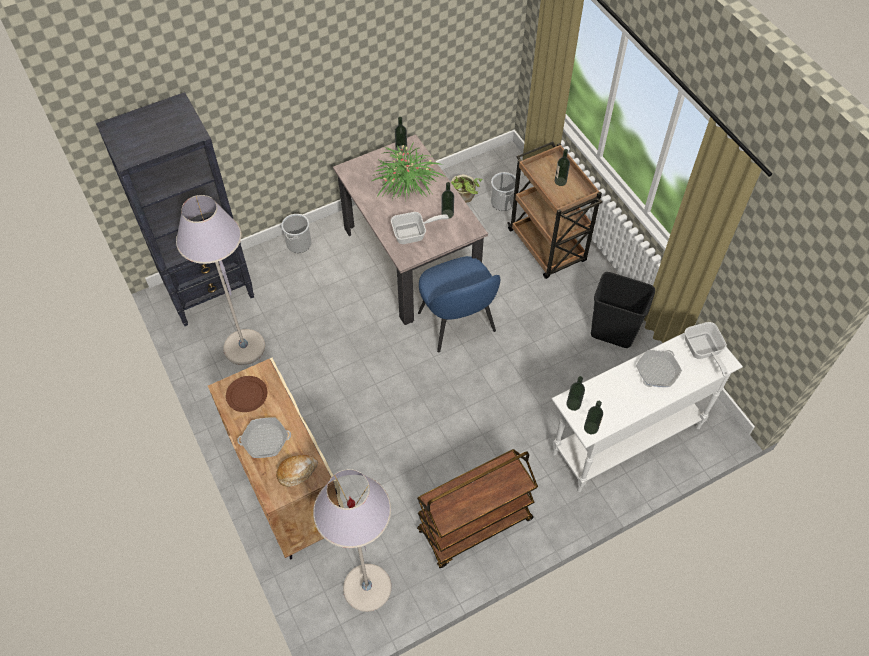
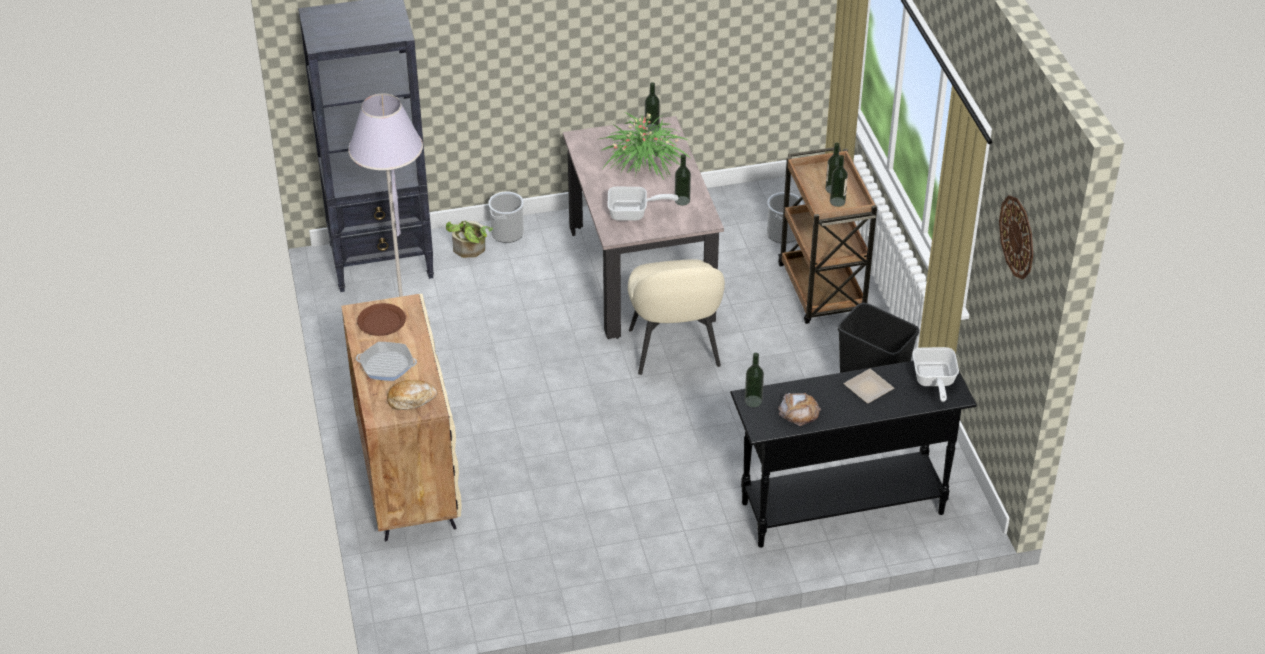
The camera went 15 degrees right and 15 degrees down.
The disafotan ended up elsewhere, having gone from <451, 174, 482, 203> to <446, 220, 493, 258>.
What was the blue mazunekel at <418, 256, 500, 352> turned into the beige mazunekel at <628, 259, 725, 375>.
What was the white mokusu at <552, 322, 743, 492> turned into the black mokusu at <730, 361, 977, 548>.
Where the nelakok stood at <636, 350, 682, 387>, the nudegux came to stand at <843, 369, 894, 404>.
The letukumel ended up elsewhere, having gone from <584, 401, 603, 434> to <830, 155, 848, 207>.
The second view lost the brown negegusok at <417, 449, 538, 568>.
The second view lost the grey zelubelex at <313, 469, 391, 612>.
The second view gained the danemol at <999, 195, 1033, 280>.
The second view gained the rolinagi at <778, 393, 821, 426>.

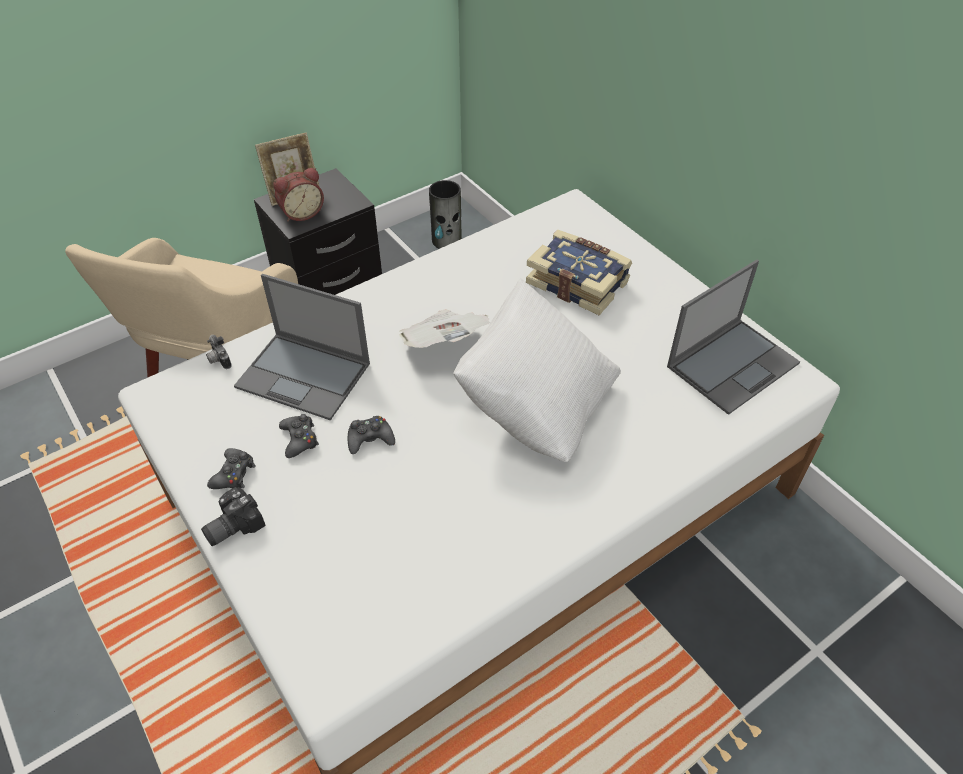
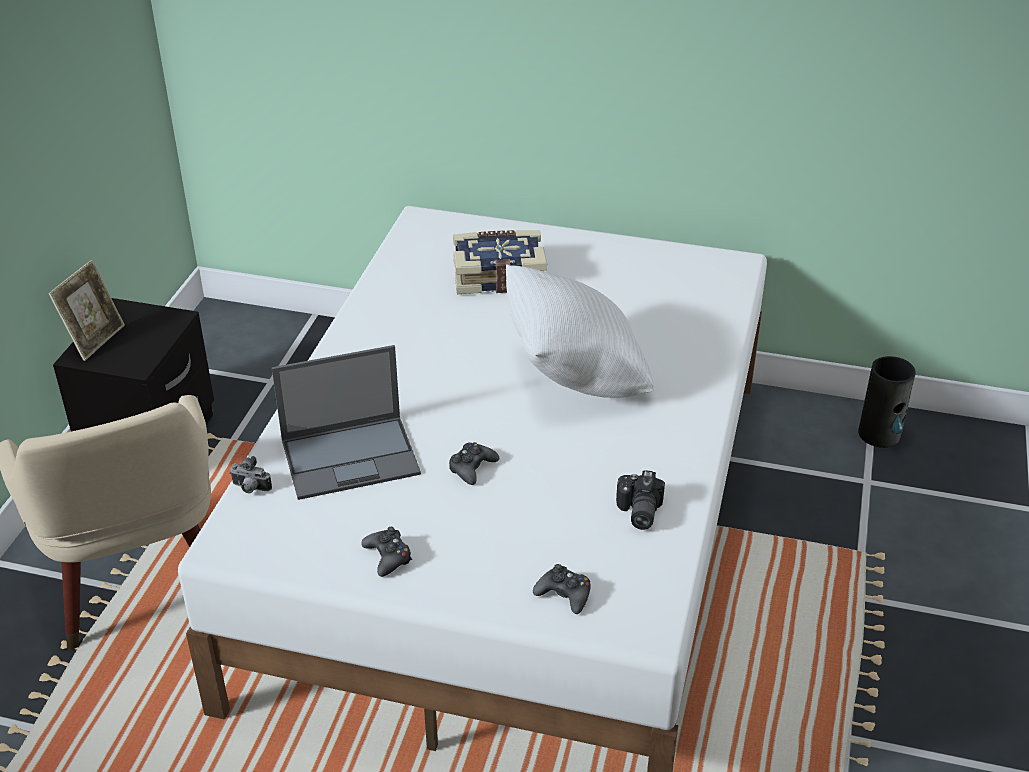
The camera went 40 degrees left and 10 degrees down.
The second view lost the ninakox at <273, 168, 324, 222>.
The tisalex ended up elsewhere, having gone from <429, 180, 462, 249> to <858, 356, 916, 448>.
The second view lost the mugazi at <667, 260, 800, 415>.
The second view lost the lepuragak at <399, 309, 490, 348>.
The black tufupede ended up elsewhere, having gone from <279, 414, 319, 458> to <533, 564, 591, 614>.
The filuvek ended up elsewhere, having gone from <201, 487, 266, 546> to <616, 470, 665, 530>.

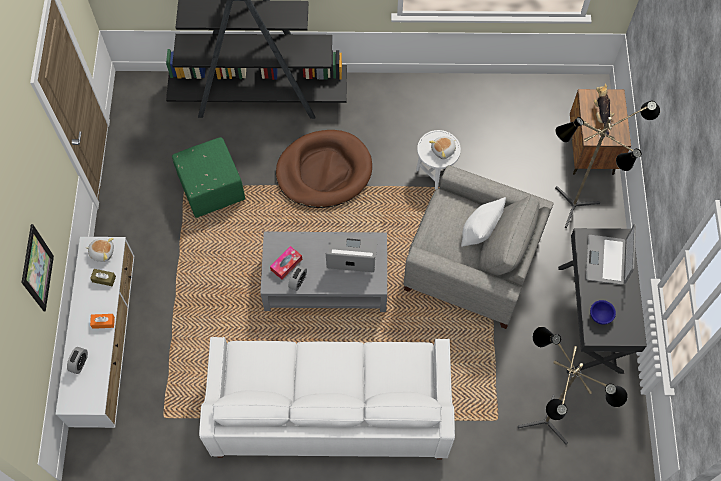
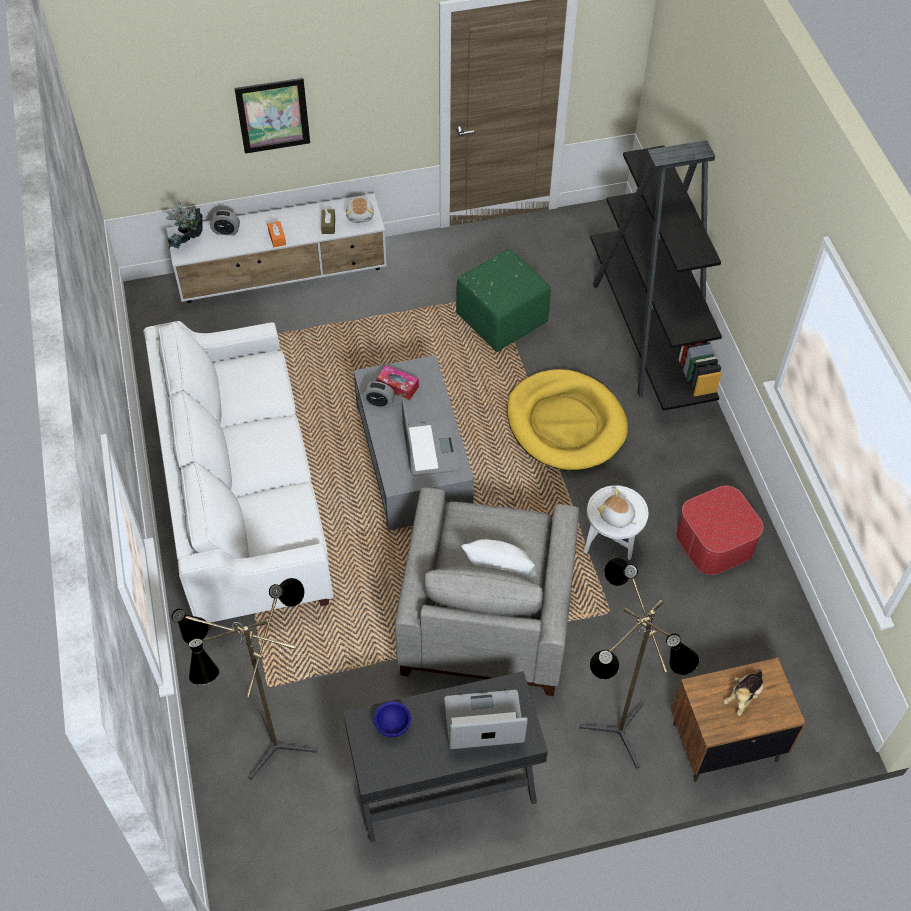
The camera went 75 degrees right and 10 degrees down.
The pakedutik at <594, 83, 614, 135> ended up facing another way, 150 degrees clockwise from before.
What was the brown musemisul at <276, 130, 372, 208> turned into the yellow musemisul at <507, 369, 628, 470>.
The second view gained the disafotan at <165, 202, 203, 249>.
The second view gained the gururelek at <676, 485, 764, 575>.

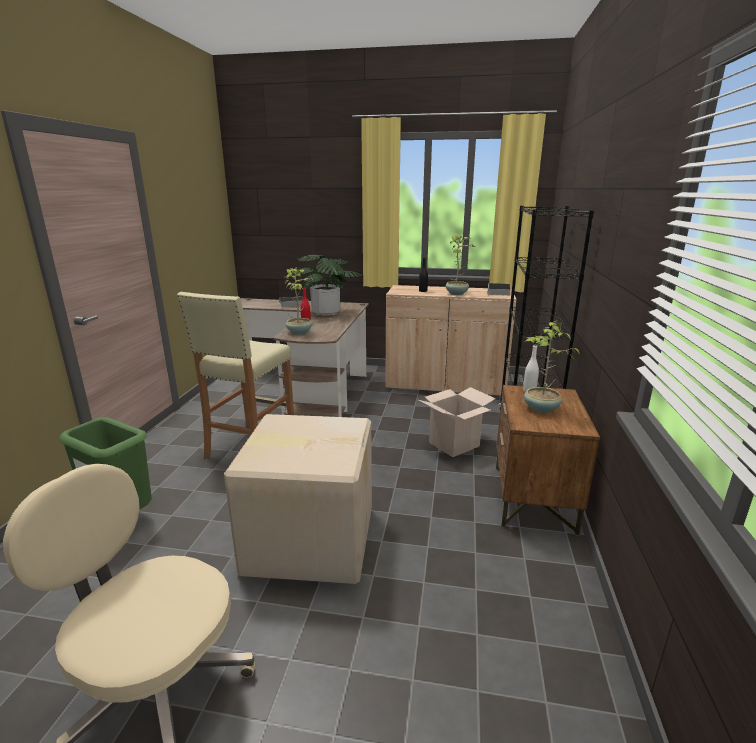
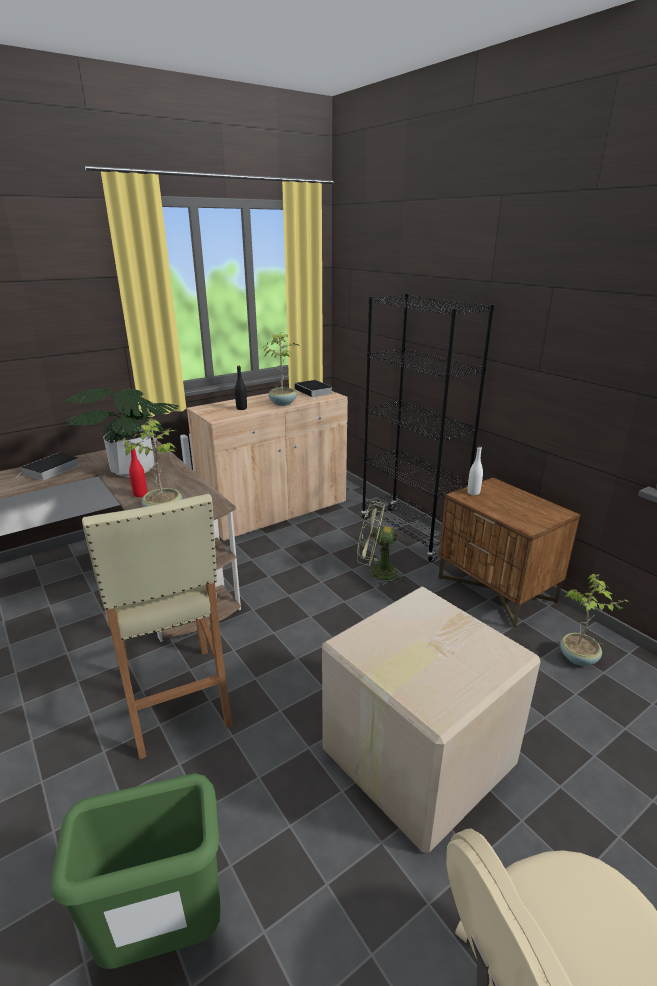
The camera went 45 degrees left and 5 degrees up.
The disafotan ended up elsewhere, having gone from <524, 320, 580, 413> to <560, 574, 628, 666>.
Where the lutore stood at <419, 387, 496, 457>, the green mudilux came to stand at <357, 501, 406, 586>.

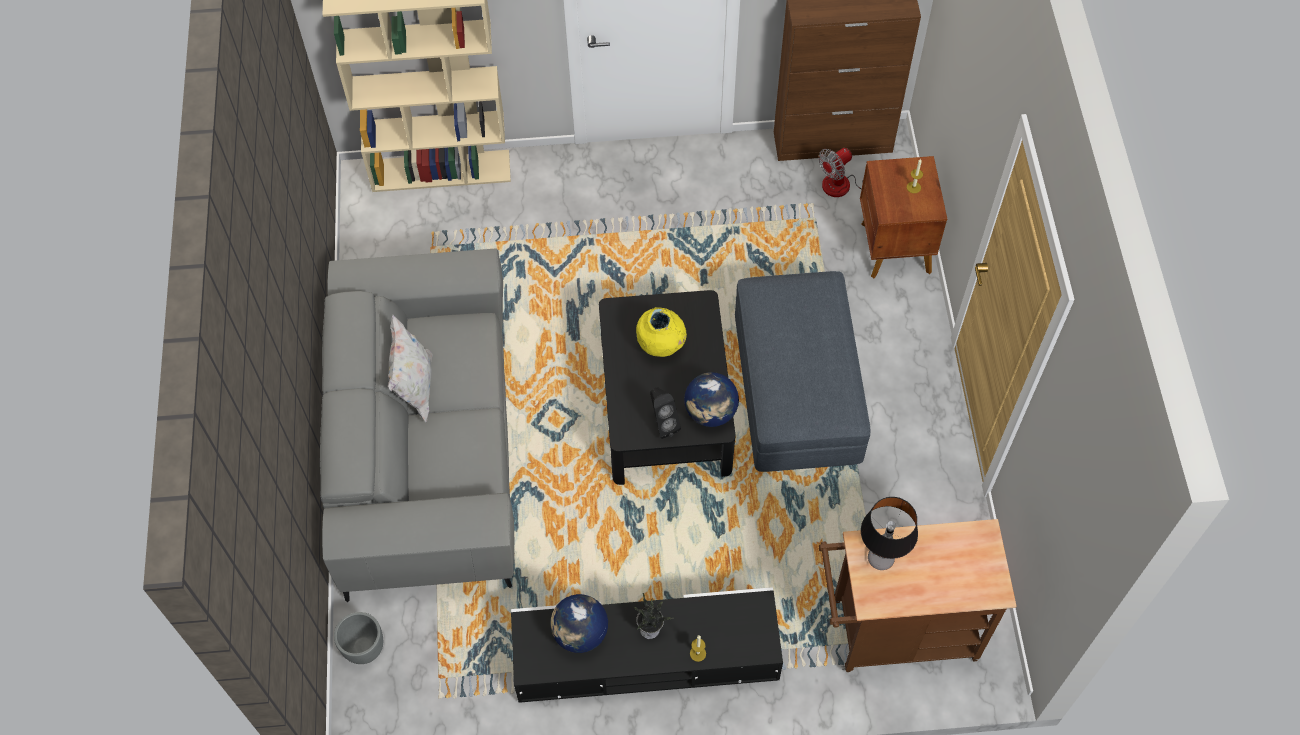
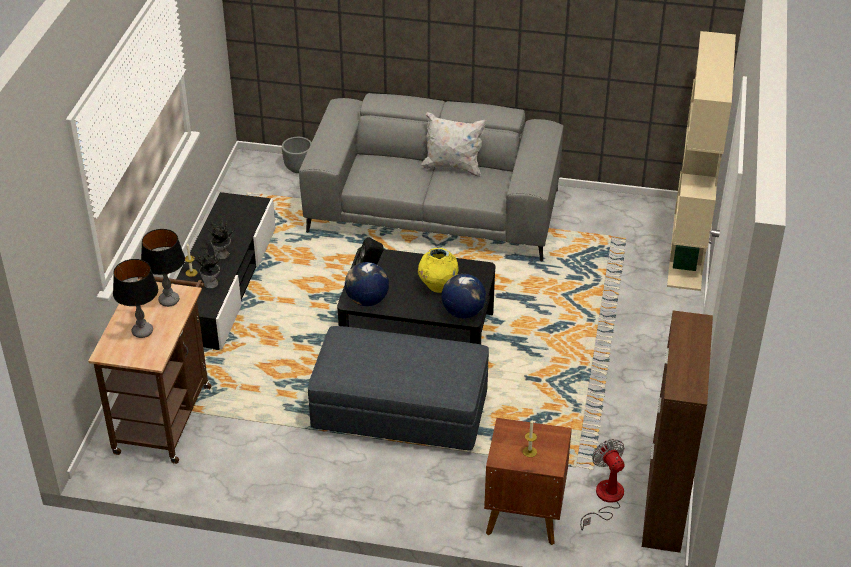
The camera went 105 degrees right and 20 degrees down.
The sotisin ended up elsewhere, having gone from <550, 594, 608, 653> to <441, 274, 486, 318>.
The second view gained the disafotan at <192, 246, 220, 289>.
The second view gained the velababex at <113, 259, 158, 338>.

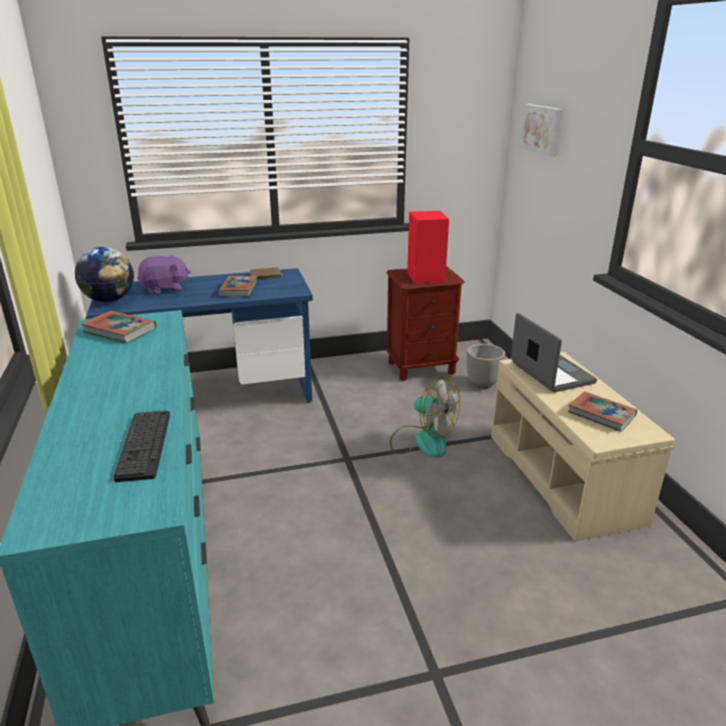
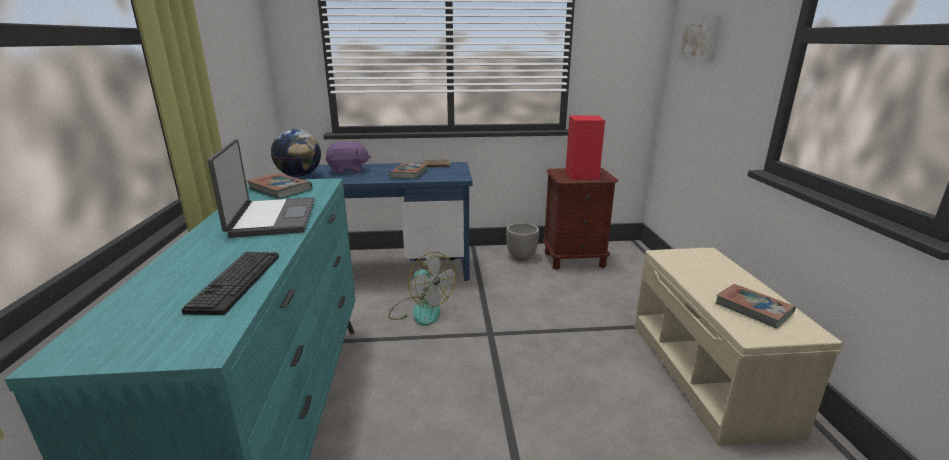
The camera went 10 degrees right and 5 degrees down.
The mugazi ended up elsewhere, having gone from <511, 313, 597, 392> to <208, 139, 315, 238>.
The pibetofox ended up elsewhere, having gone from <466, 344, 505, 389> to <506, 223, 539, 261>.
The mudilux ended up elsewhere, having gone from <390, 377, 460, 458> to <388, 252, 456, 326>.

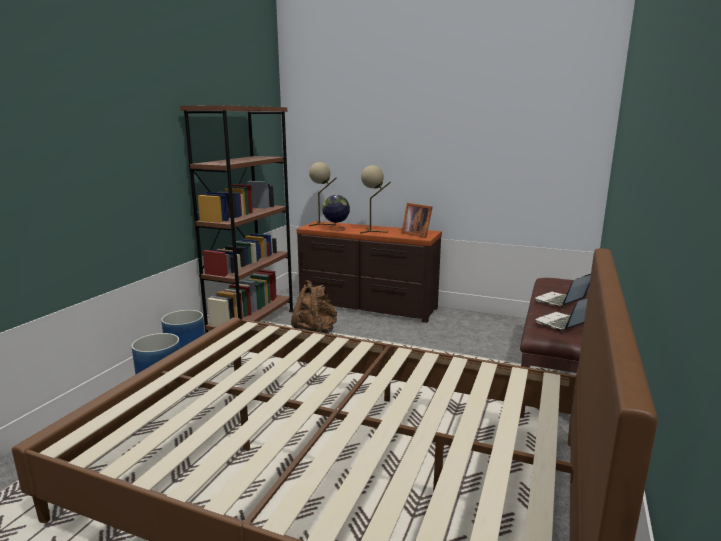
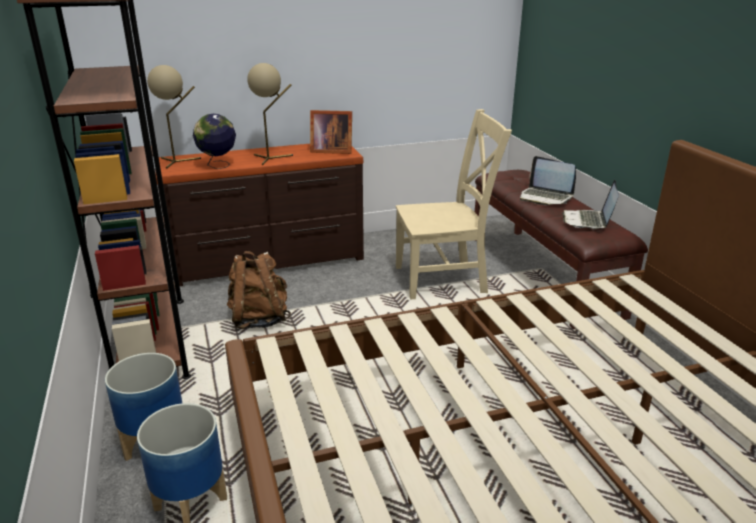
The camera went 40 degrees left and 10 degrees up.
The mugazi at <535, 274, 591, 306> ended up facing another way, 60 degrees counterclockwise from before.
The second view gained the beige mazunekel at <396, 109, 512, 299>.

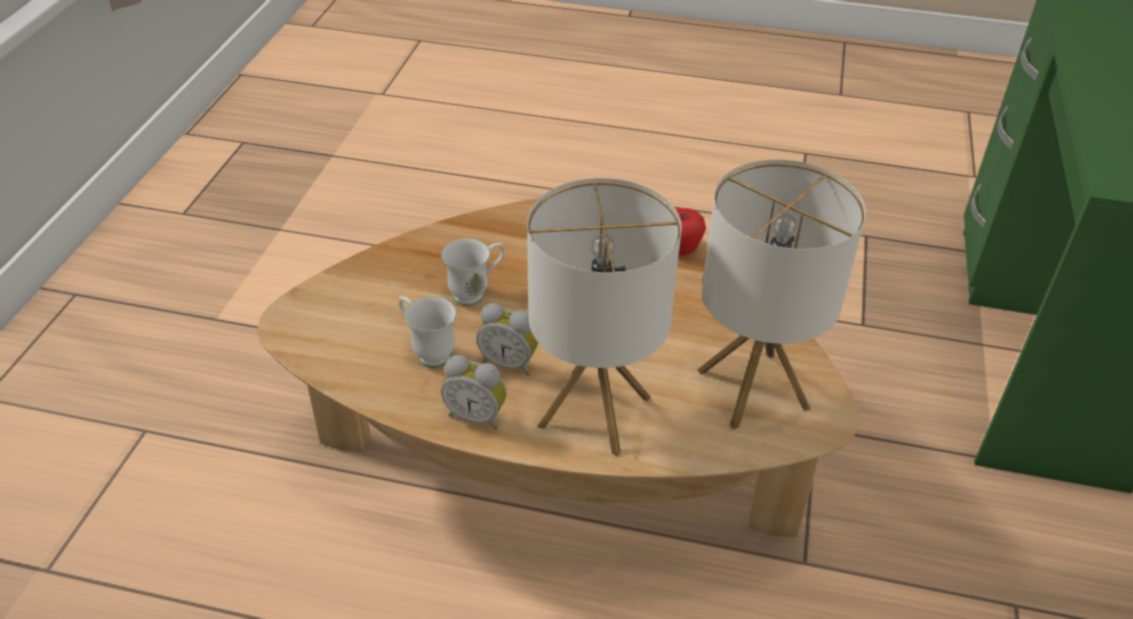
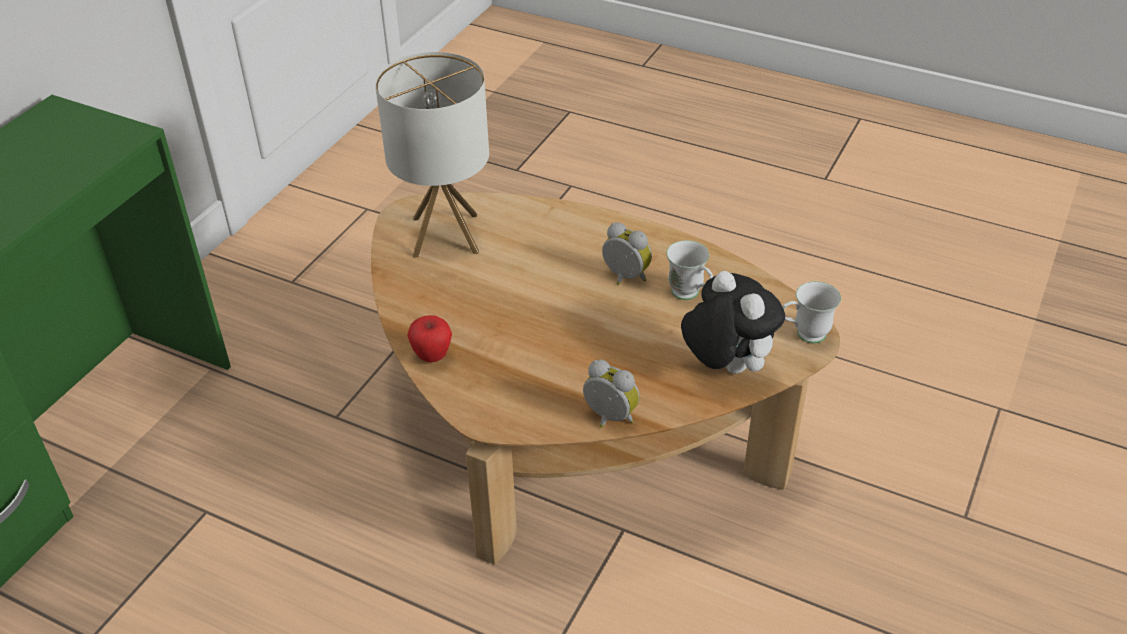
The camera went 165 degrees left and 0 degrees up.
The second view lost the velababex at <527, 178, 682, 456>.
The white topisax ended up elsewhere, having gone from <441, 238, 505, 306> to <782, 281, 841, 343>.
The ninakox ended up elsewhere, having gone from <441, 355, 507, 430> to <583, 359, 640, 428>.
The second view gained the pakedutik at <681, 271, 785, 374>.

